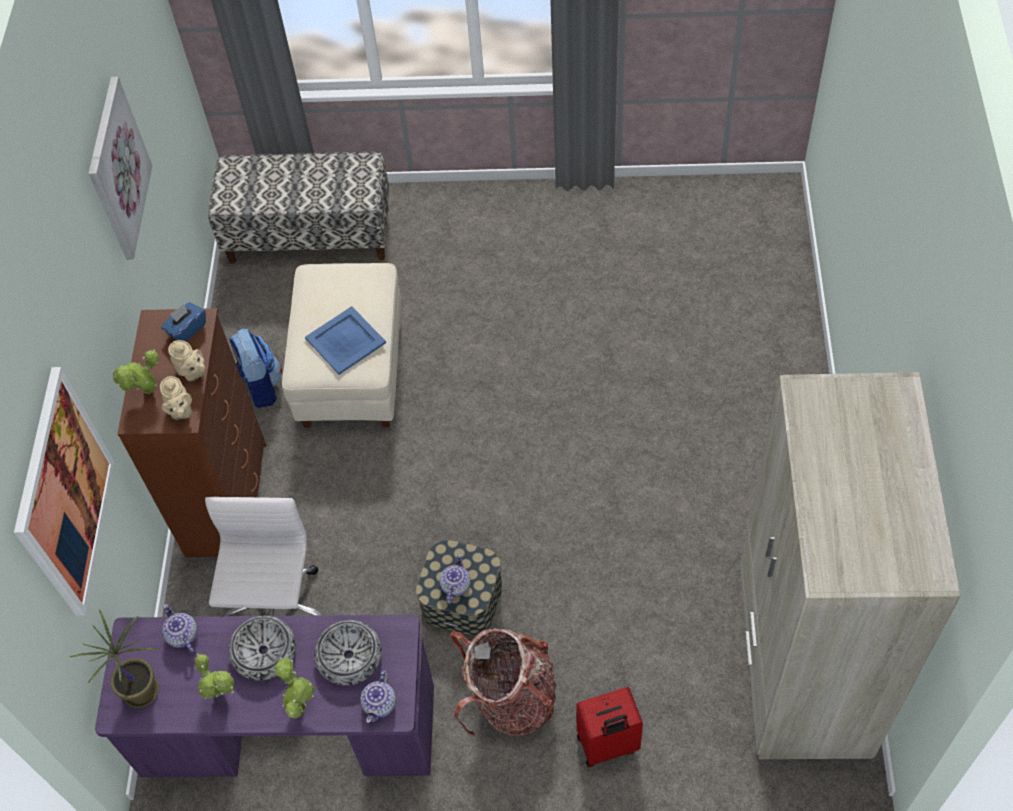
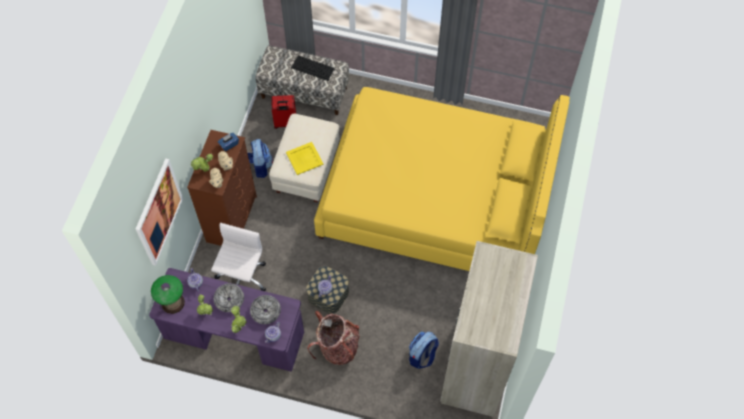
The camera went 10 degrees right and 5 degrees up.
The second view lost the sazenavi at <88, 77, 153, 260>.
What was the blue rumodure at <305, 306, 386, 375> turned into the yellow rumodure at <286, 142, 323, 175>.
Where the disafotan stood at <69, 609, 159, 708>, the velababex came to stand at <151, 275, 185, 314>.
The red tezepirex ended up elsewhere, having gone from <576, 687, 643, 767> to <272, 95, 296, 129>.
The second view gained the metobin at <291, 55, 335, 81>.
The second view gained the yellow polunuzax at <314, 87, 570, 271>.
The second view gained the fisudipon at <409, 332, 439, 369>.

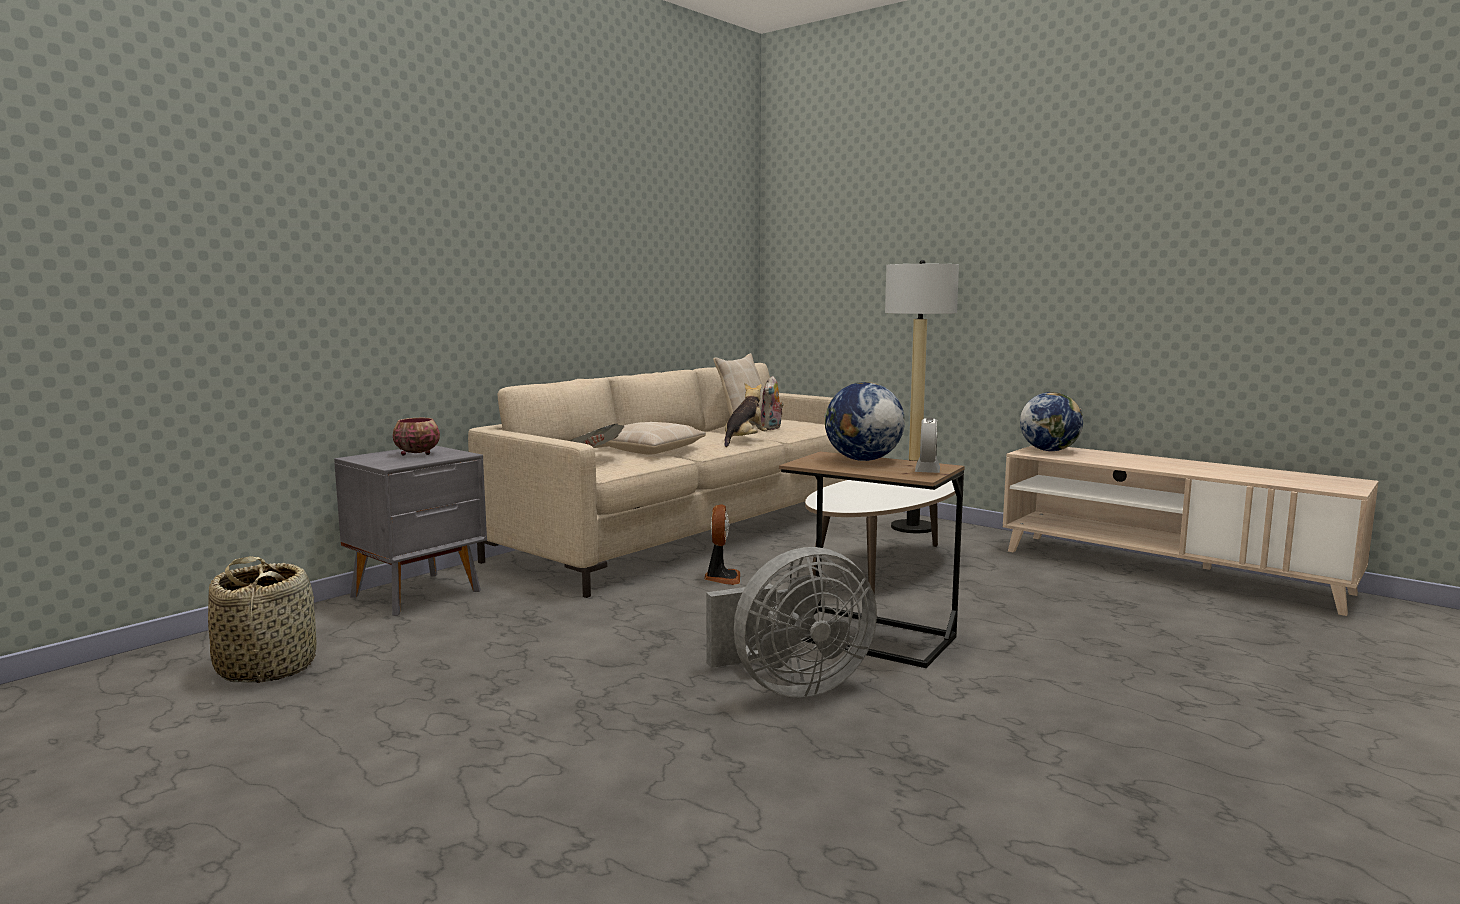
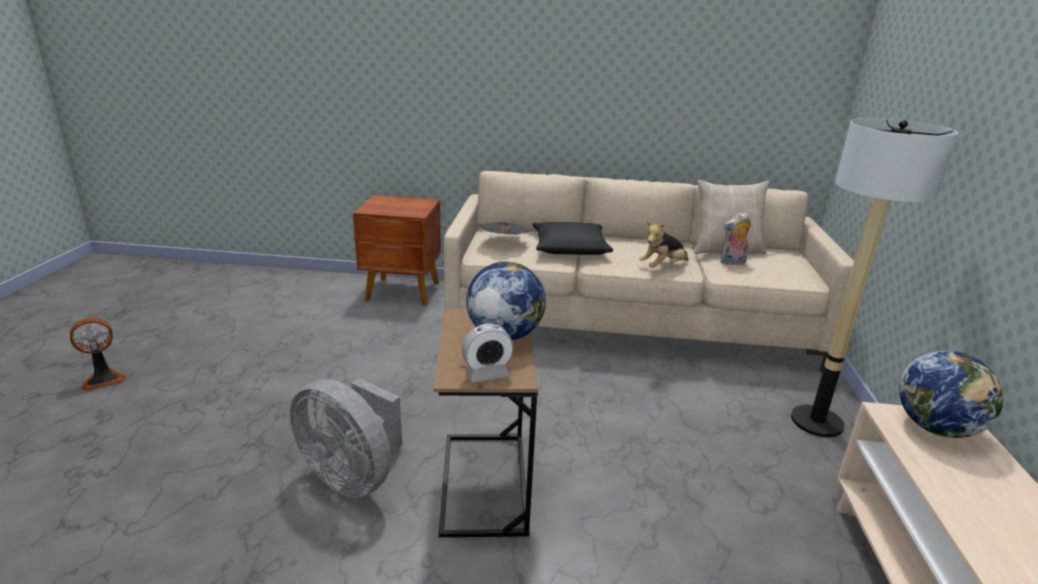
The camera went 55 degrees right and 15 degrees up.
The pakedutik at <724, 383, 767, 447> ended up facing another way, 150 degrees clockwise from before.
The second view lost the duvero at <393, 418, 440, 456>.
What was the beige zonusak at <602, 422, 706, 454> turned into the black zonusak at <533, 222, 613, 255>.
What was the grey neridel at <334, 446, 487, 616> turned into the brown neridel at <353, 195, 441, 306>.
The second view lost the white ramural at <805, 480, 956, 594>.
The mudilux ended up elsewhere, having gone from <704, 504, 740, 585> to <70, 318, 127, 391>.
The second view lost the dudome at <208, 556, 317, 683>.

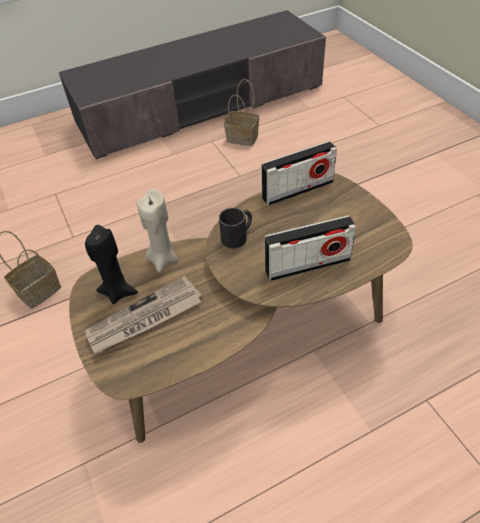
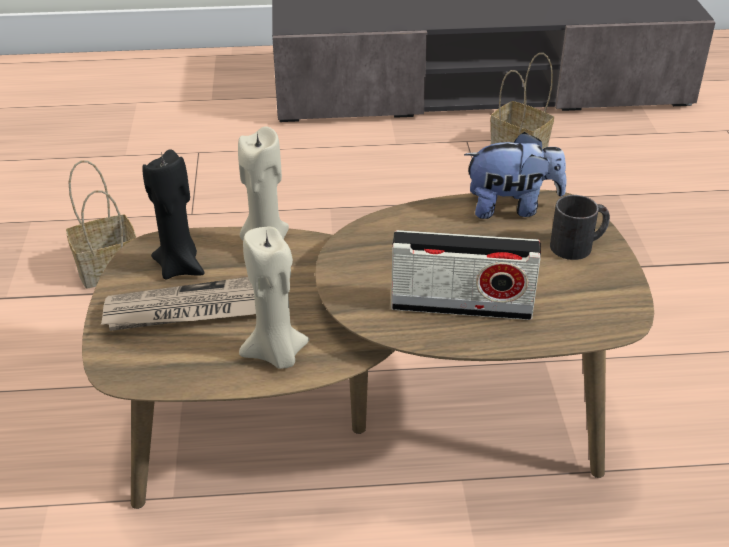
The camera went 20 degrees right and 10 degrees down.
Where the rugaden stood at <261, 141, 337, 206>, the pakedutik came to stand at <464, 132, 567, 219>.
The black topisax ended up elsewhere, having gone from <219, 208, 252, 248> to <550, 195, 610, 260>.
The second view gained the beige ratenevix at <239, 226, 310, 369>.

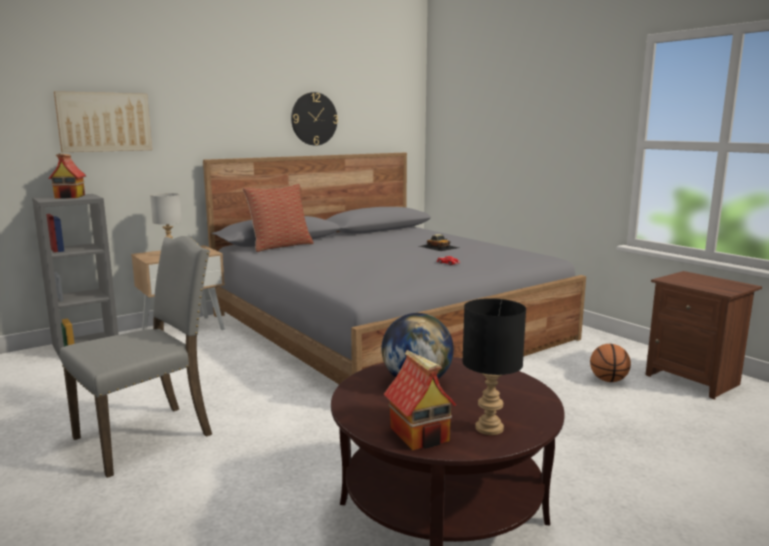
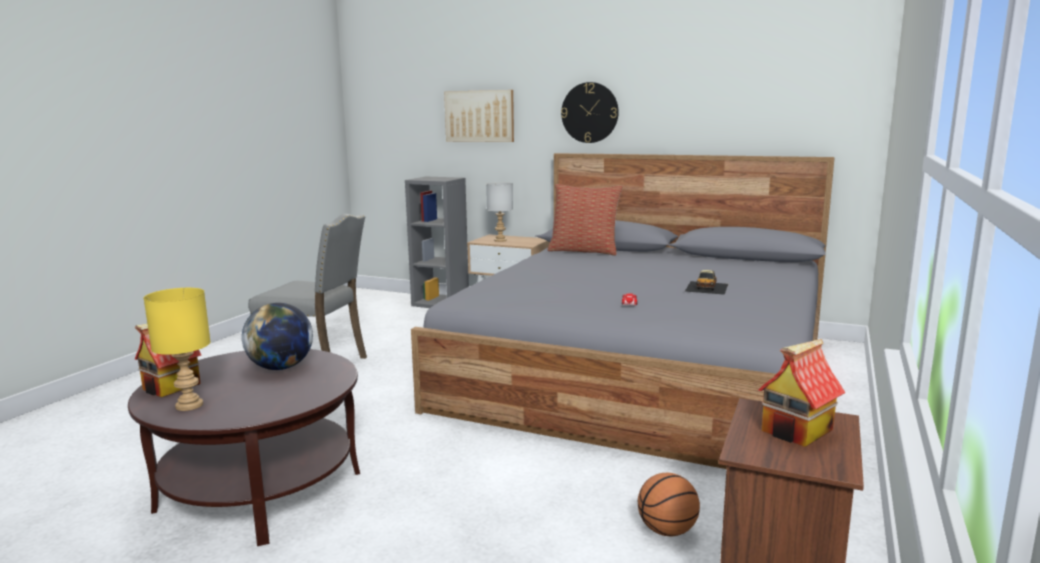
The camera went 60 degrees right and 0 degrees up.
The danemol ended up elsewhere, having gone from <291, 92, 338, 146> to <561, 82, 619, 143>.
The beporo ended up elsewhere, having gone from <48, 153, 86, 199> to <758, 339, 845, 447>.
What was the black velababex at <462, 298, 526, 435> turned into the yellow velababex at <144, 288, 211, 411>.

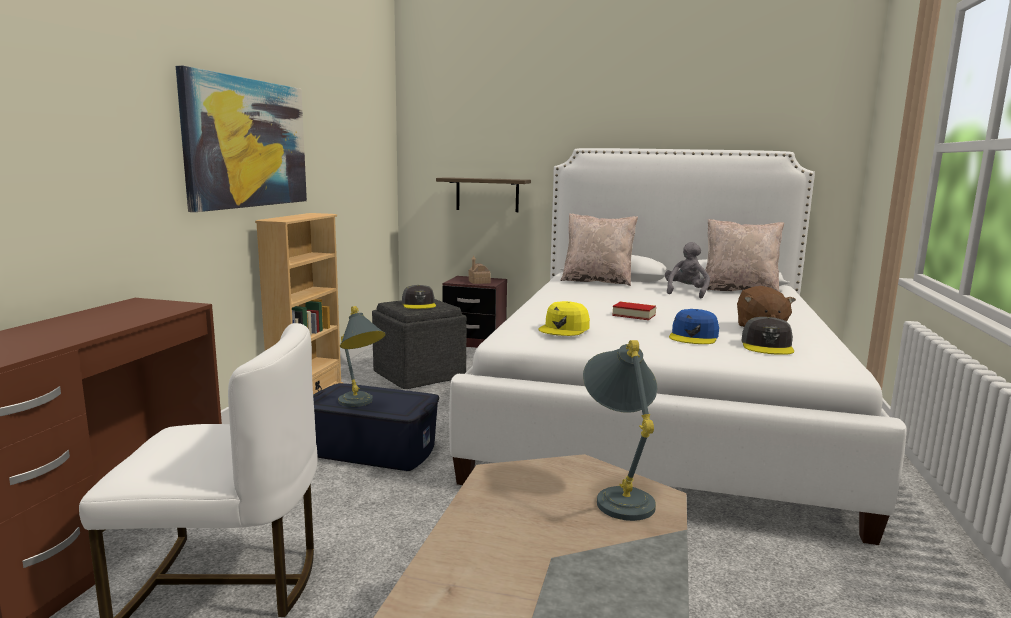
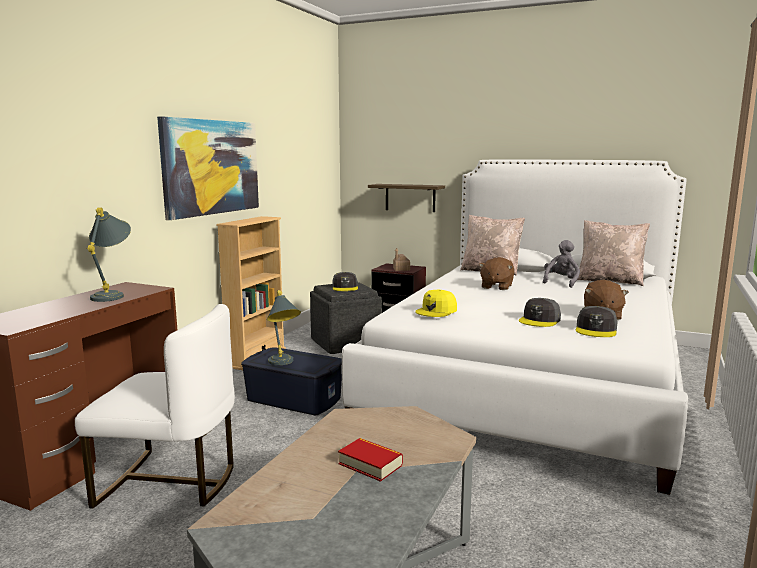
The camera went 10 degrees right and 0 degrees up.
The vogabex ended up elsewhere, having gone from <612, 302, 656, 320> to <338, 438, 403, 482>.
What was the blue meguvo at <669, 309, 719, 344> turned into the grey meguvo at <519, 298, 561, 327>.
The grey velababex ended up elsewhere, having gone from <583, 340, 657, 521> to <86, 208, 131, 302>.
The second view gained the brown pakedutik at <479, 257, 515, 290>.

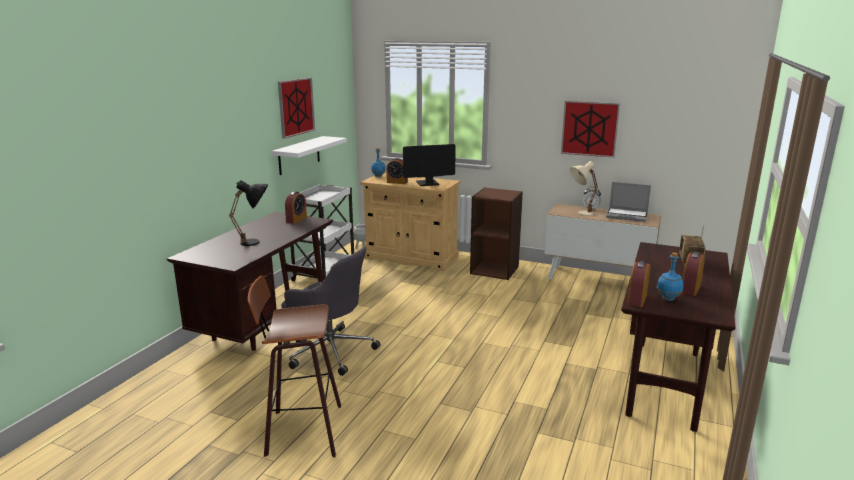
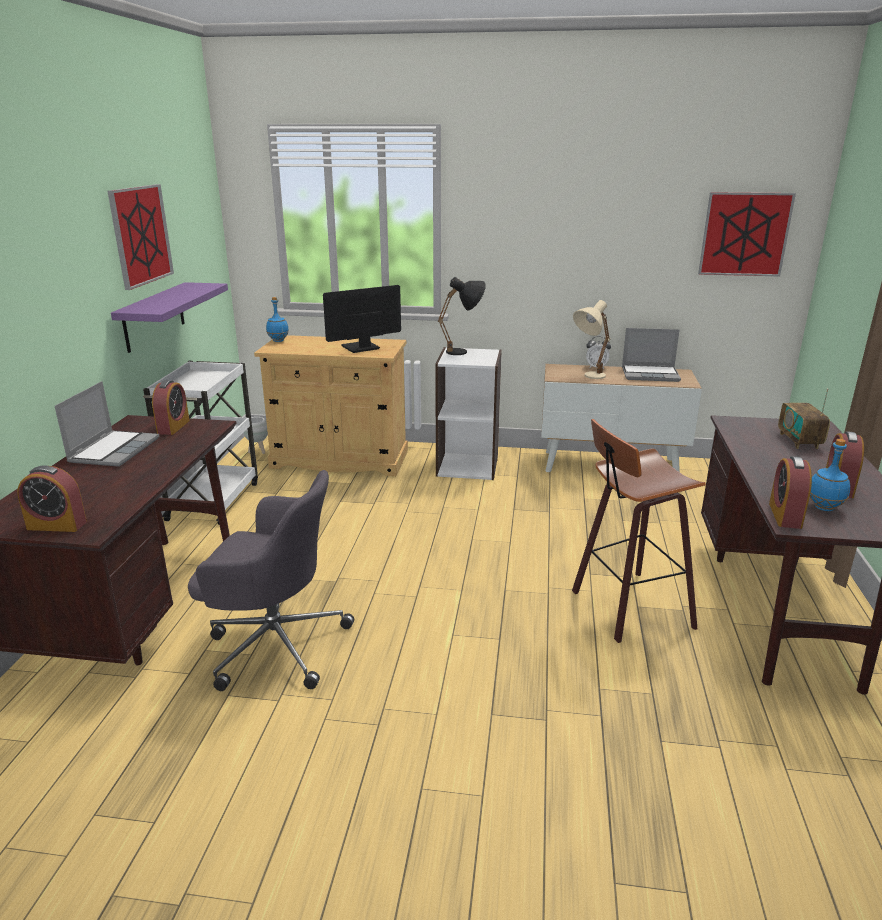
The camera went 15 degrees left and 5 degrees up.
The sazenavi ended up elsewhere, having gone from <561, 101, 620, 158> to <698, 192, 796, 276>.
What was the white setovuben at <272, 136, 347, 175> turned into the purple setovuben at <111, 282, 228, 353>.
The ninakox ended up elsewhere, having gone from <386, 158, 408, 184> to <17, 465, 87, 532>.
The black velababex ended up elsewhere, having gone from <229, 180, 268, 246> to <438, 277, 486, 355>.
What was the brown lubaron at <470, 187, 523, 280> turned into the white lubaron at <435, 347, 502, 480>.
The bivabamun ended up elsewhere, having gone from <248, 276, 341, 457> to <572, 419, 706, 643>.
The second view gained the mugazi at <55, 381, 159, 467>.

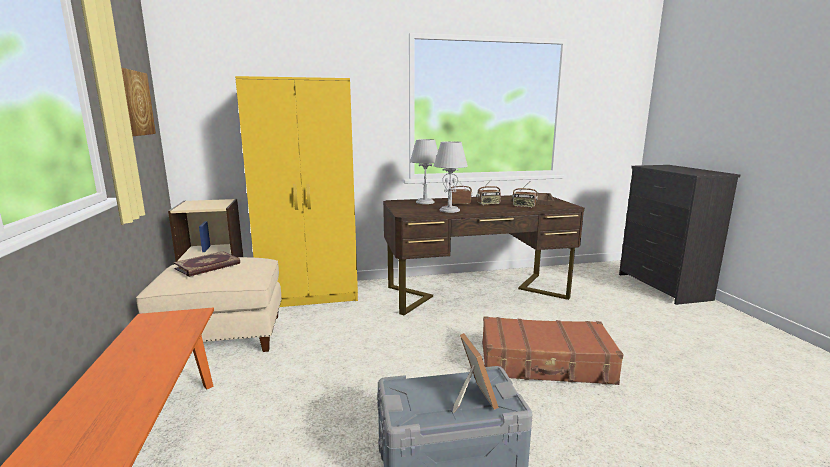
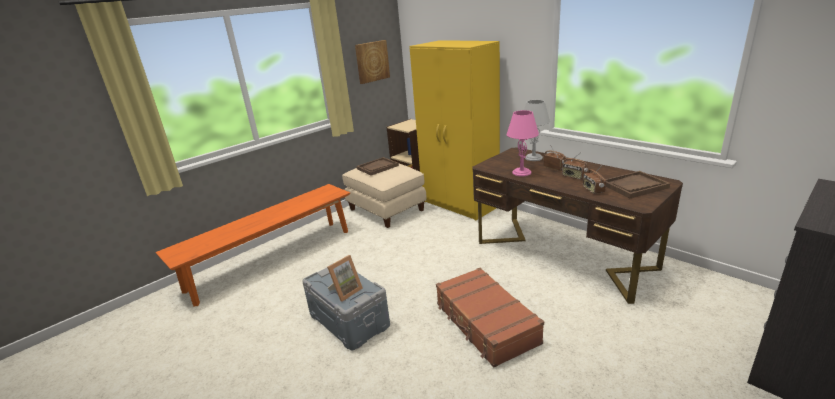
The camera went 60 degrees right and 10 degrees up.
What was the grey velababex at <434, 141, 468, 213> turned into the pink velababex at <507, 110, 539, 176>.
Where the vogabex stood at <173, 251, 240, 277>, the brown rumodure came to stand at <356, 157, 399, 176>.

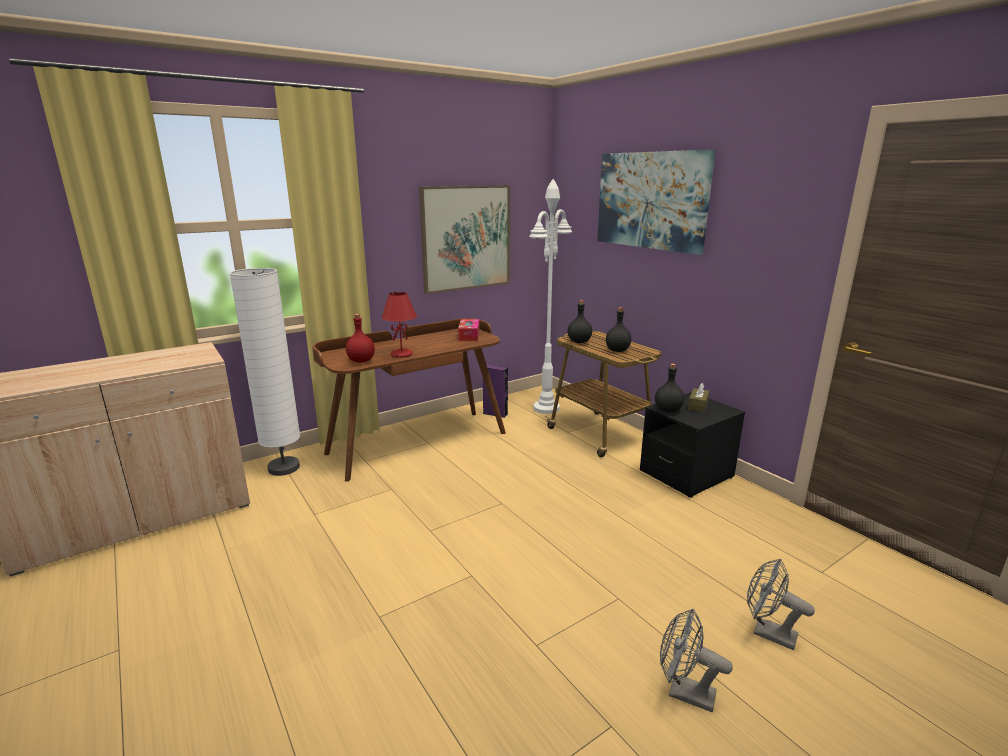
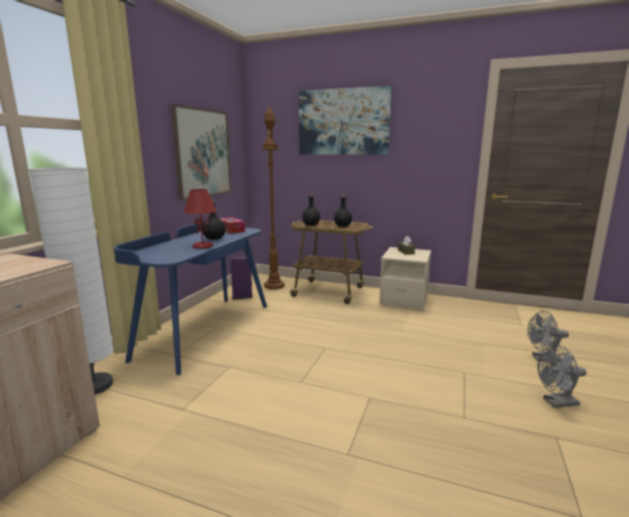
The camera went 35 degrees left and 5 degrees down.
What was the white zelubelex at <529, 179, 572, 414> turned into the brown zelubelex at <262, 106, 285, 290>.
The second view lost the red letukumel at <346, 314, 375, 363>.
What was the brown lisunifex at <312, 318, 506, 481> turned into the blue lisunifex at <114, 219, 267, 375>.
The black letukumel ended up elsewhere, having gone from <655, 364, 684, 413> to <202, 200, 226, 240>.
What was the black neridel at <640, 392, 745, 497> turned into the beige neridel at <379, 247, 431, 310>.

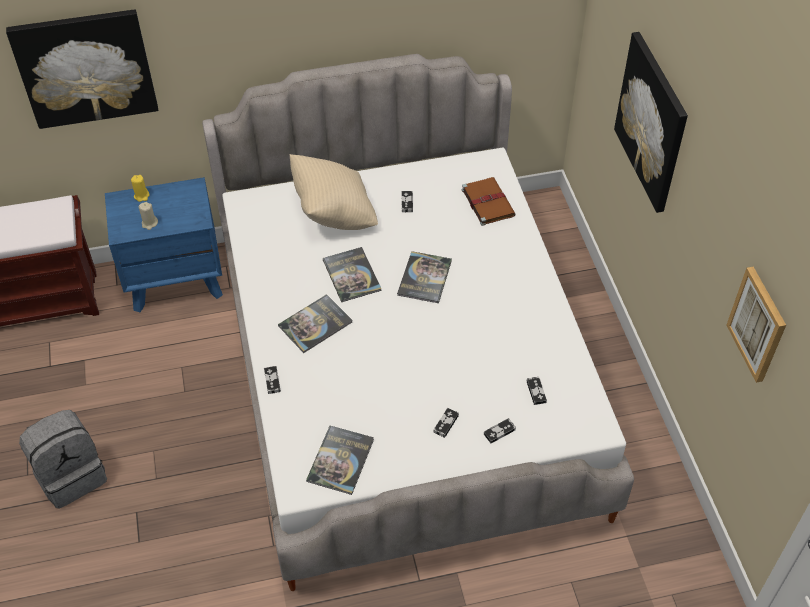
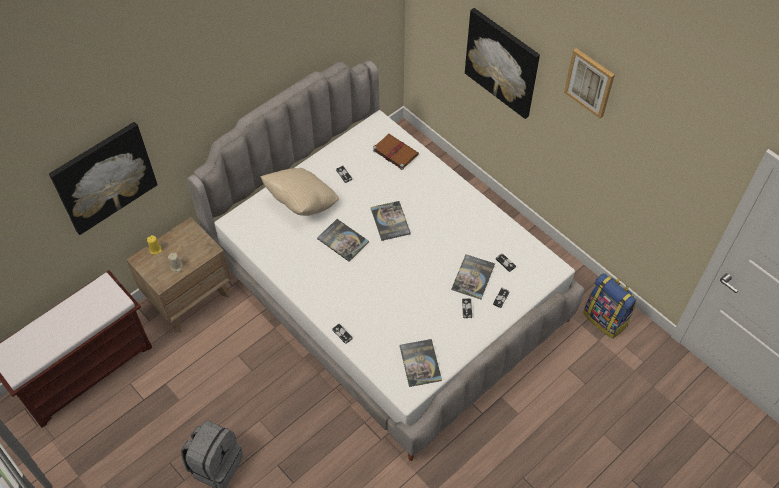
The camera went 30 degrees left and 5 degrees up.
What was the blue neridel at <105, 177, 223, 312> turned into the brown neridel at <127, 217, 231, 333>.
The sazenavi ended up elsewhere, having gone from <726, 267, 786, 383> to <564, 48, 615, 119>.
The vogabex ended up elsewhere, having gone from <278, 294, 352, 353> to <451, 254, 495, 299>.
The second view gained the fisudipon at <583, 273, 637, 339>.

